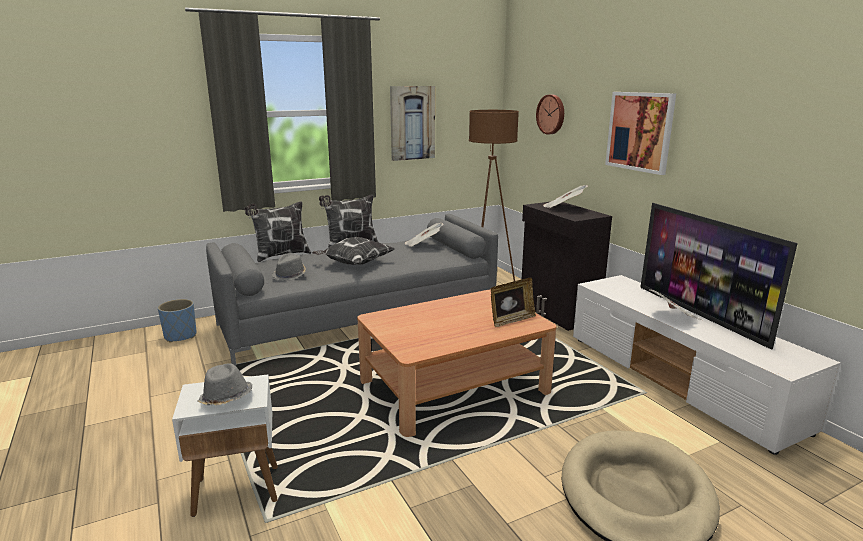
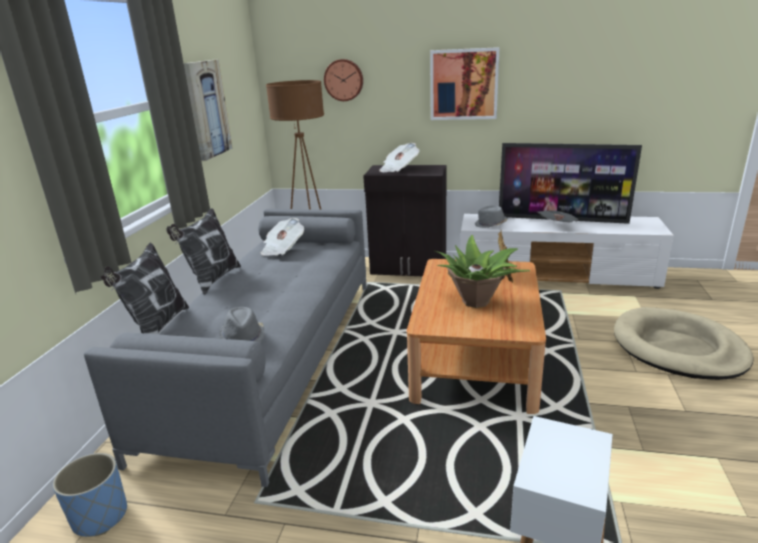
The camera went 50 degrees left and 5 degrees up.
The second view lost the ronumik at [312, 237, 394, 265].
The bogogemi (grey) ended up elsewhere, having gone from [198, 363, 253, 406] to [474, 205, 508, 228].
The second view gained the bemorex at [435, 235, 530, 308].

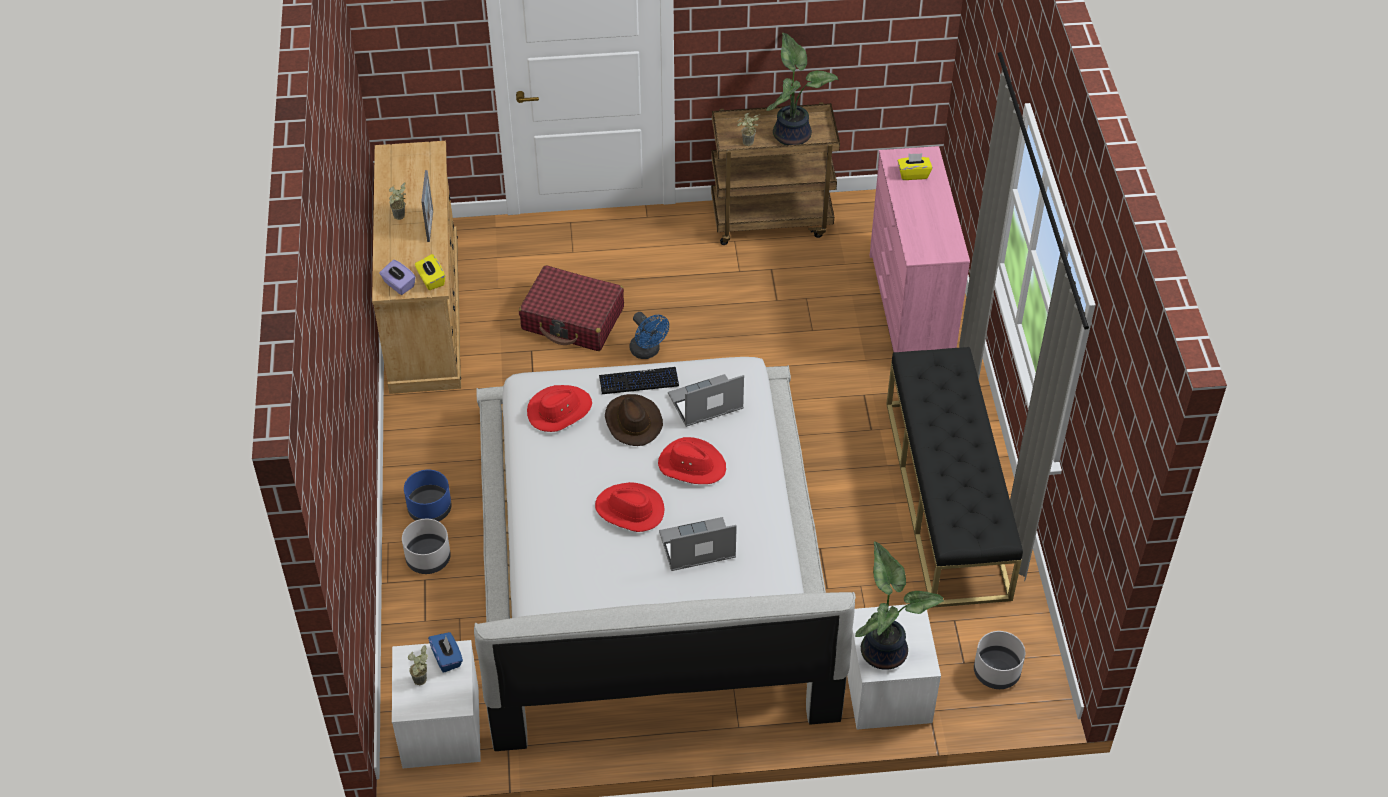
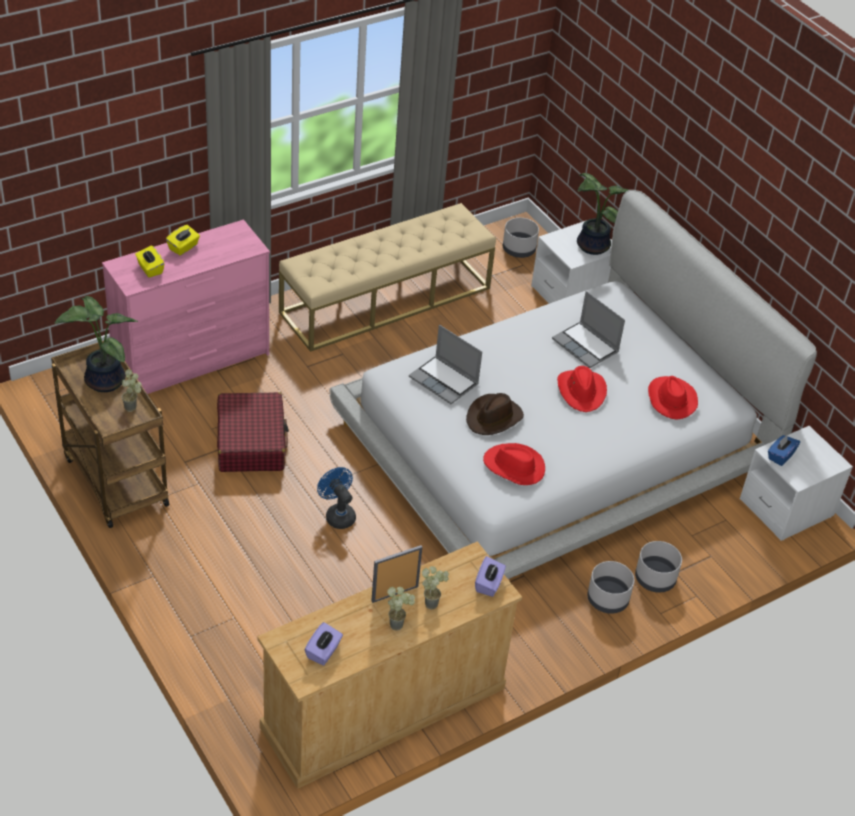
The camera went 120 degrees left and 5 degrees down.
The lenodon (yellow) ended up elsewhere, having gone from [415, 254, 445, 290] to [166, 225, 200, 255].
The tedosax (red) ended up elsewhere, having gone from [519, 265, 624, 351] to [217, 392, 289, 472].
The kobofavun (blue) at [630, 312, 669, 359] ended up facing another way, 60 degrees counterclockwise from before.
What was the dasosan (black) at [886, 347, 1023, 608] turned into the dasosan (beige) at [279, 203, 496, 352].
The second view lost the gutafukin at [599, 367, 679, 394].
The bogogemi (red) ended up elsewhere, having gone from [658, 437, 726, 484] to [648, 376, 698, 420].
What was the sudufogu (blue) at [404, 470, 452, 521] turned into the sudufogu (grey) at [587, 561, 634, 614].
The bemorex ended up elsewhere, having gone from [408, 645, 428, 685] to [422, 566, 449, 610].
The second view gained the lenodon (purple) at [304, 622, 343, 665].

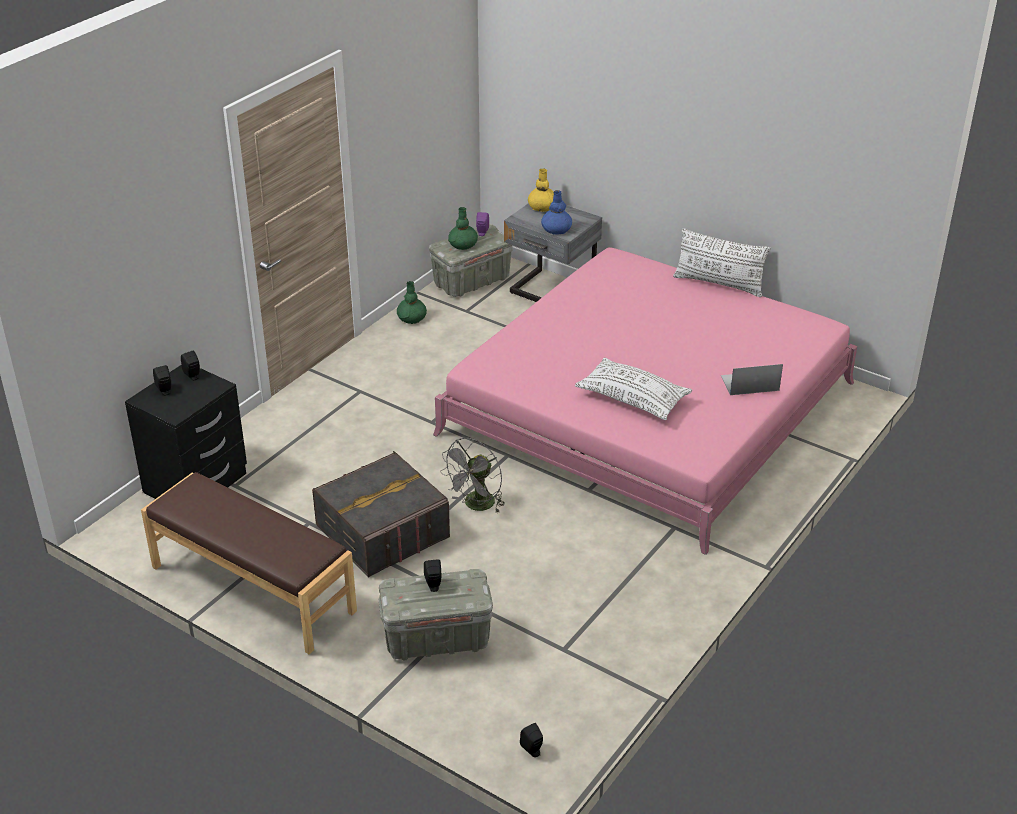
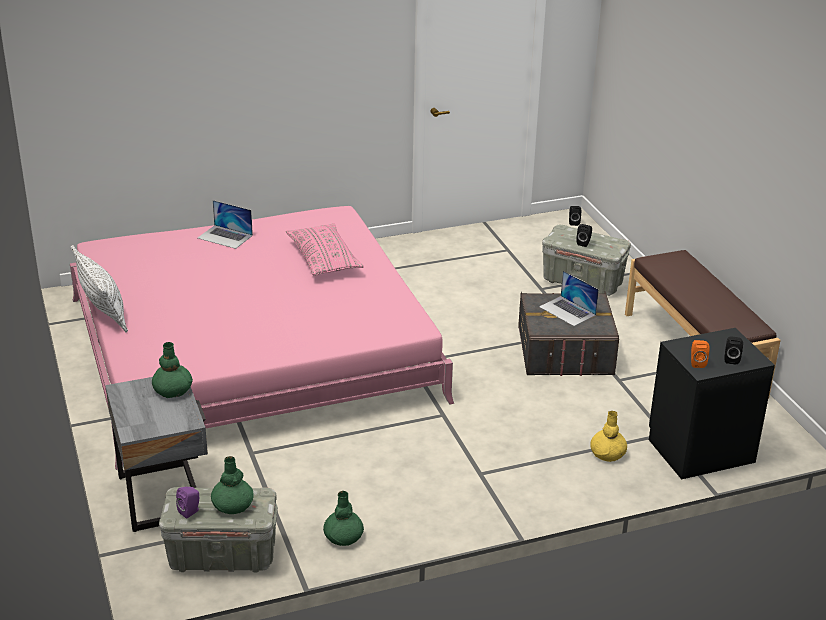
The camera went 145 degrees left and 5 degrees down.
The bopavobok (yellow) ended up elsewhere, having gone from [528, 168, 554, 212] to [590, 411, 627, 462].
What was the bopavobok (blue) at [541, 190, 572, 234] turned into the bopavobok (green) at [152, 342, 193, 398].
What was the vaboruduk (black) at [181, 351, 200, 380] turned into the vaboruduk (orange) at [691, 340, 710, 368].
What was the ronumik (white) at [575, 357, 692, 420] turned into the ronumik (pink) at [286, 223, 364, 276].
The second view lost the kobofavun (grey) at [440, 438, 505, 512].
The second view gained the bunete at [539, 271, 599, 326].

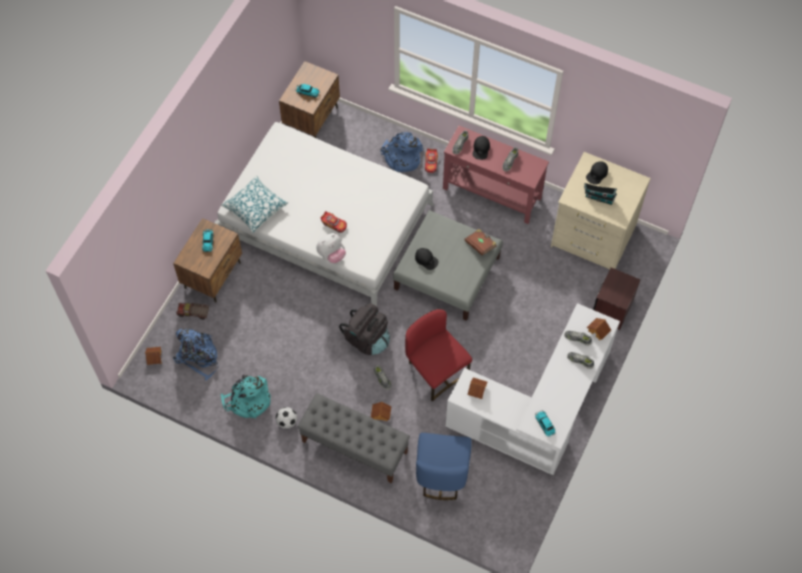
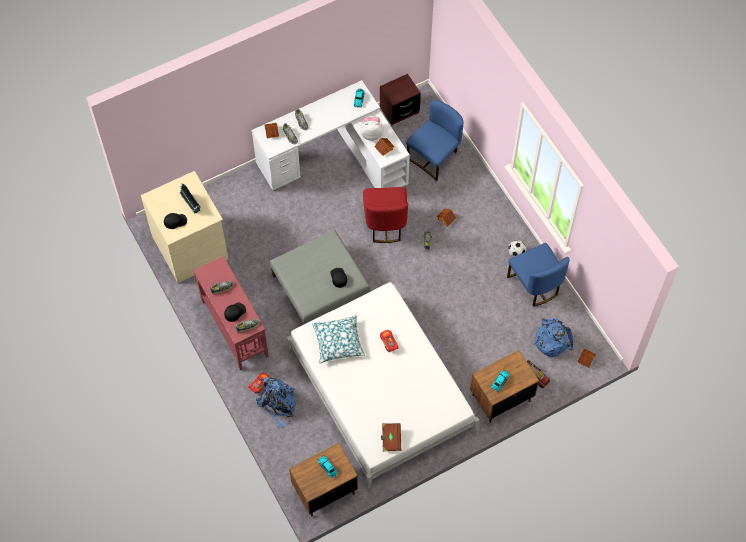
The camera went 145 degrees left and 0 degrees up.
The ronumik ended up elsewhere, having gone from [221, 175, 288, 233] to [312, 315, 365, 363].
The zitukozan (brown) ended up elsewhere, having gone from [464, 229, 497, 255] to [381, 423, 401, 451].
The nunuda ended up elsewhere, having gone from [316, 233, 346, 263] to [360, 117, 384, 141].
The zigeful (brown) ended up elsewhere, having gone from [593, 267, 640, 330] to [380, 74, 421, 125].
The second view lost the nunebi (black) at [339, 303, 390, 355].
Where the nunebi (turquoise) stood at [221, 375, 271, 419], the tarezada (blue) came to stand at [507, 243, 569, 307].
The second view lost the dasosan (grey) at [298, 393, 410, 483].

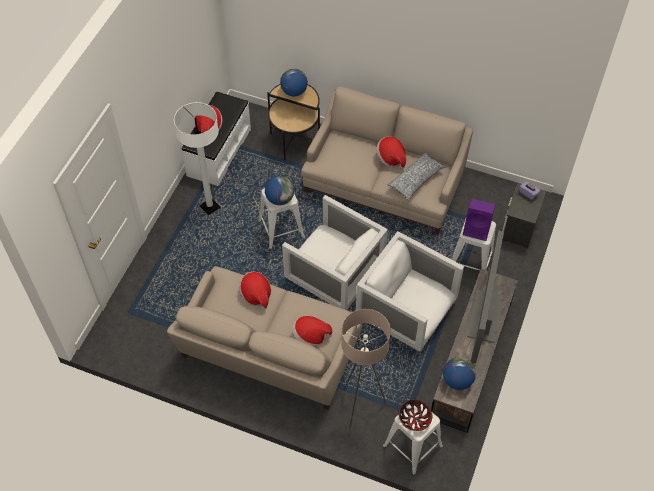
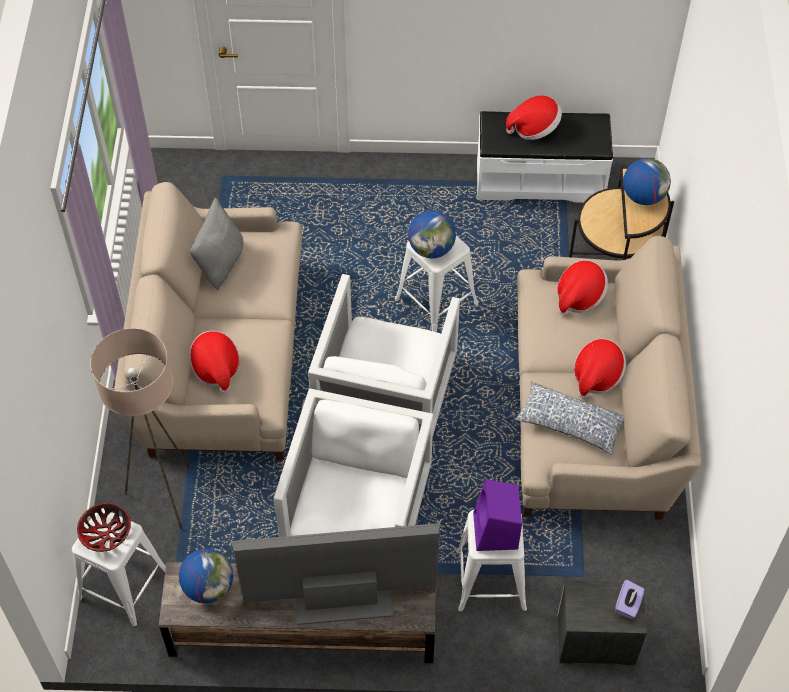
The camera went 70 degrees right and 0 degrees up.
The second view lost the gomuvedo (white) at [174, 102, 220, 215].
The bogogemi ended up elsewhere, having gone from [239, 272, 271, 309] to [557, 260, 608, 316].
The second view gained the ronumik (grey) at [190, 197, 243, 291].

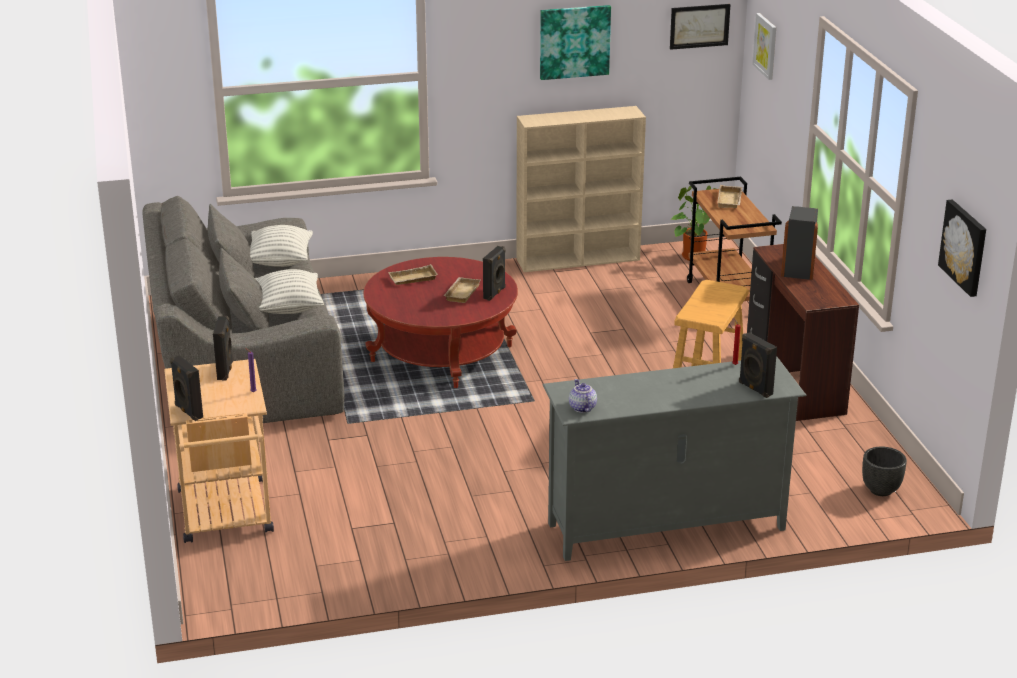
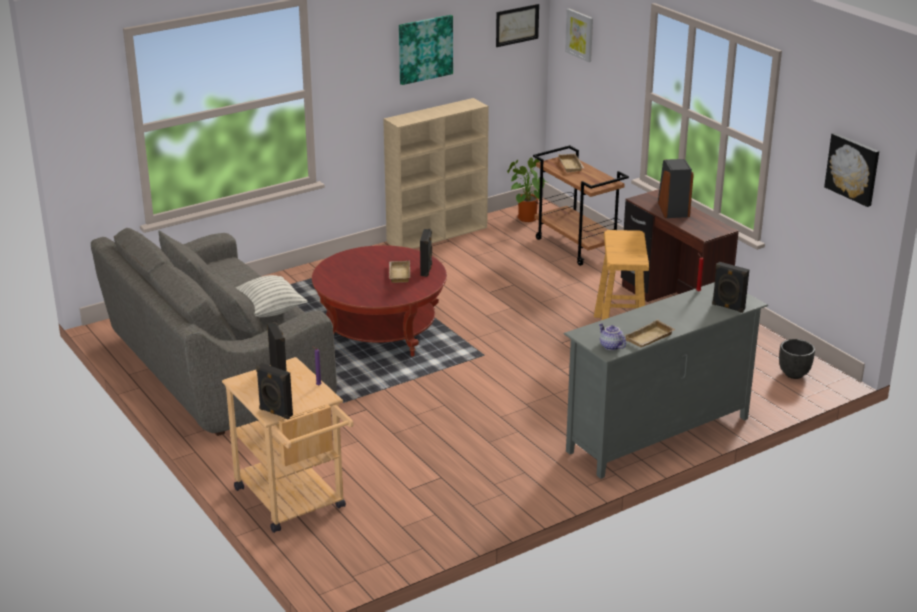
The camera went 20 degrees left and 0 degrees up.
The second view lost the ronumik at [250, 225, 313, 267].
The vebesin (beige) ended up elsewhere, having gone from [388, 264, 438, 285] to [624, 319, 675, 347].

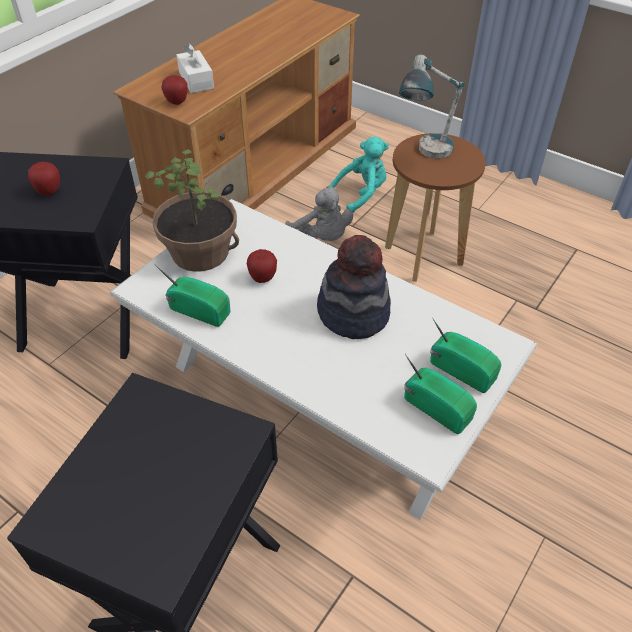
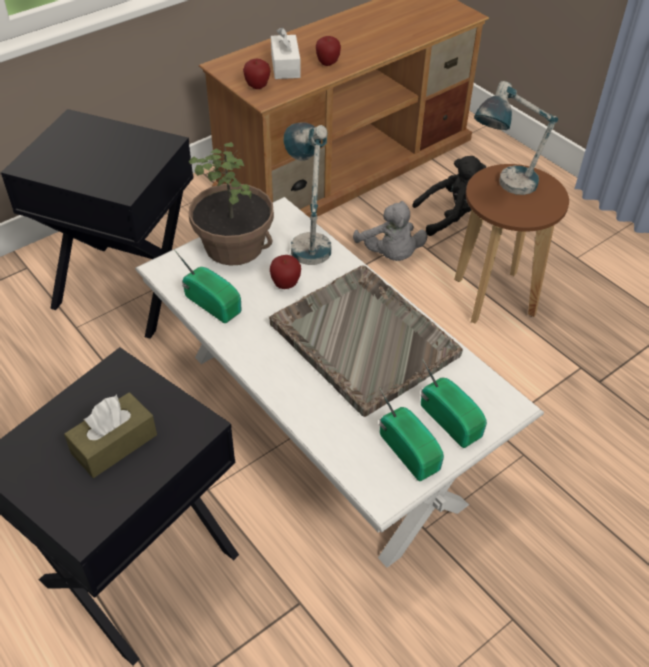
The camera went 15 degrees right and 0 degrees up.
What was the nunuda (turquoise) at [329, 136, 389, 213] turned into the nunuda (black) at [412, 156, 486, 236].
The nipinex ended up elsewhere, having gone from [28, 162, 60, 196] to [316, 36, 341, 66].
Where the bogogemi stood at [317, 235, 391, 339], the vebesin (grey) came to stand at [269, 265, 463, 417].
The second view gained the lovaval at [284, 122, 331, 265].
The second view gained the lenodon (brown) at [64, 392, 157, 478].

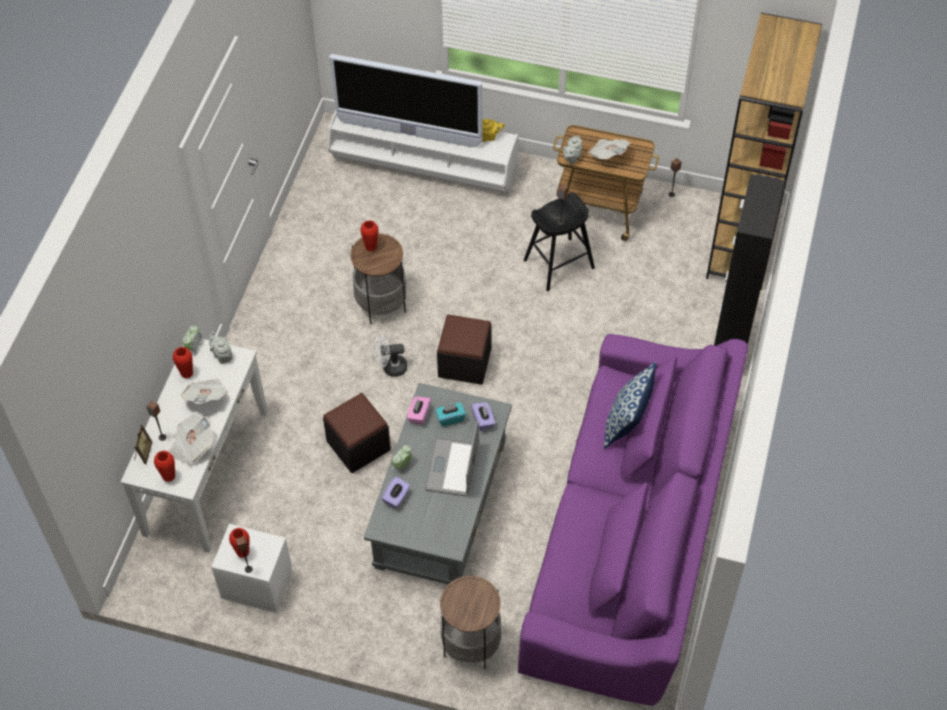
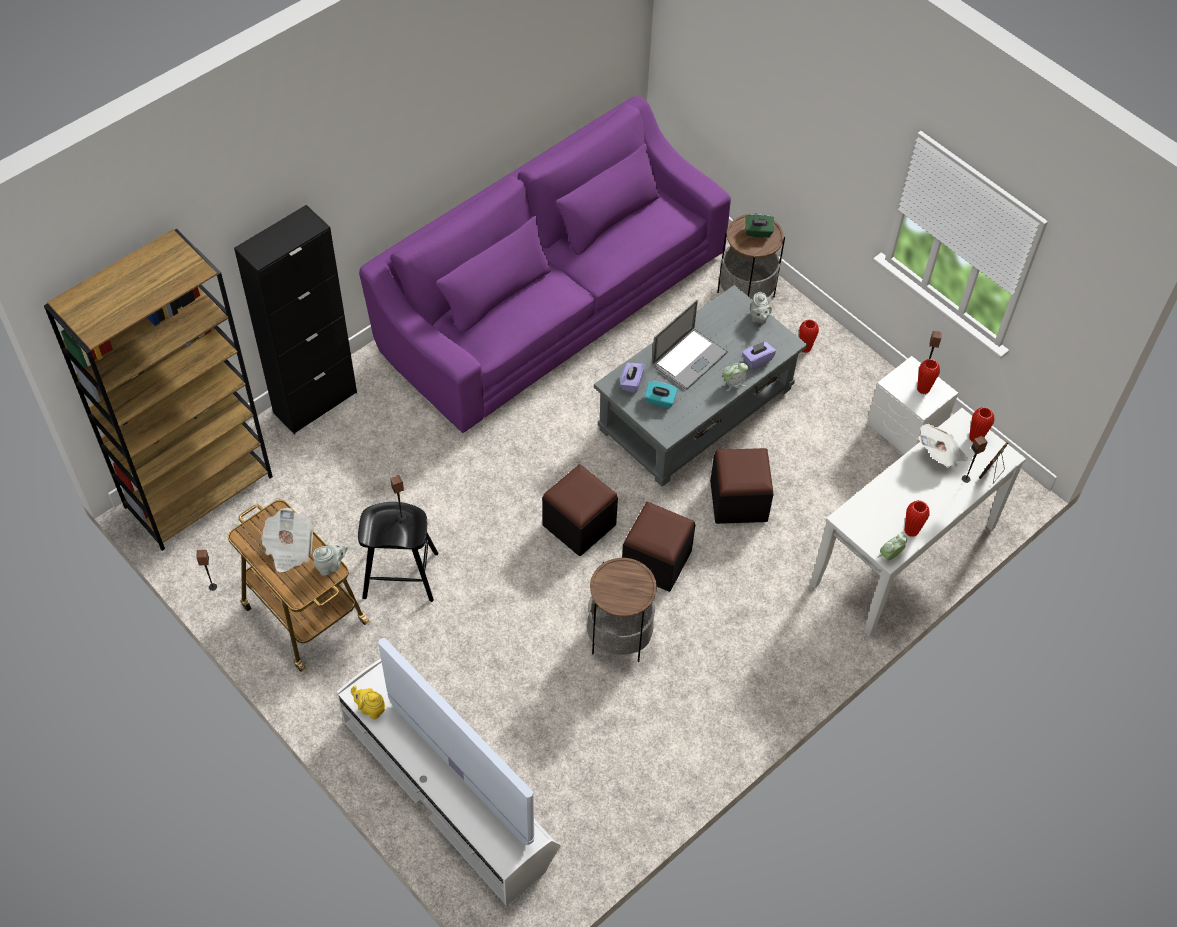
The camera went 150 degrees left and 0 degrees up.
The bopavobok (red) ended up elsewhere, having gone from [360, 220, 379, 252] to [799, 319, 819, 353].
The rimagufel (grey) ended up elsewhere, having gone from [209, 331, 233, 364] to [750, 292, 772, 324].
Where the kobofavun (white) stood at [374, 335, 407, 377], the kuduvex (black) came to stand at [622, 502, 695, 592].
The second view lost the ronumik at [604, 362, 656, 449].
The second view lost the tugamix at [181, 378, 227, 404].
The second view lost the lenodon (pink) at [407, 396, 431, 425].
The second view gained the lenodon (green) at [745, 214, 774, 238].

